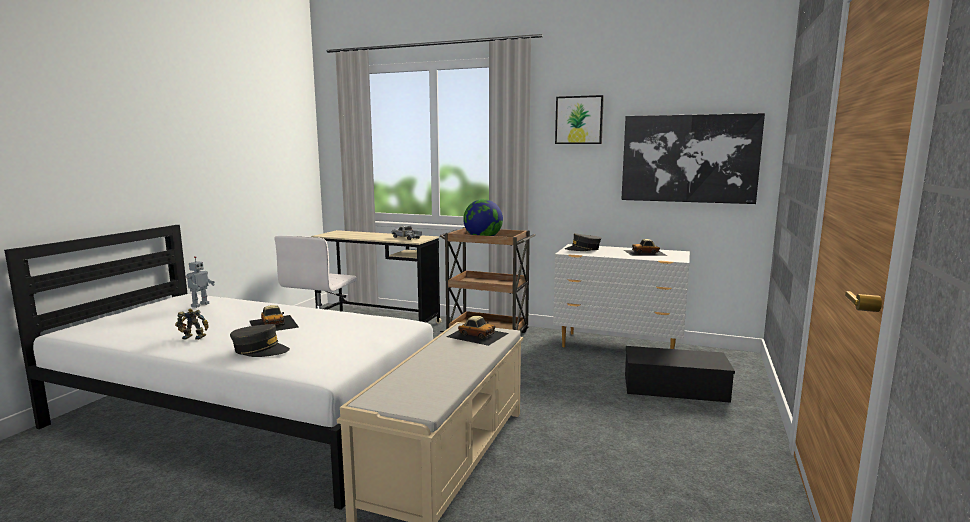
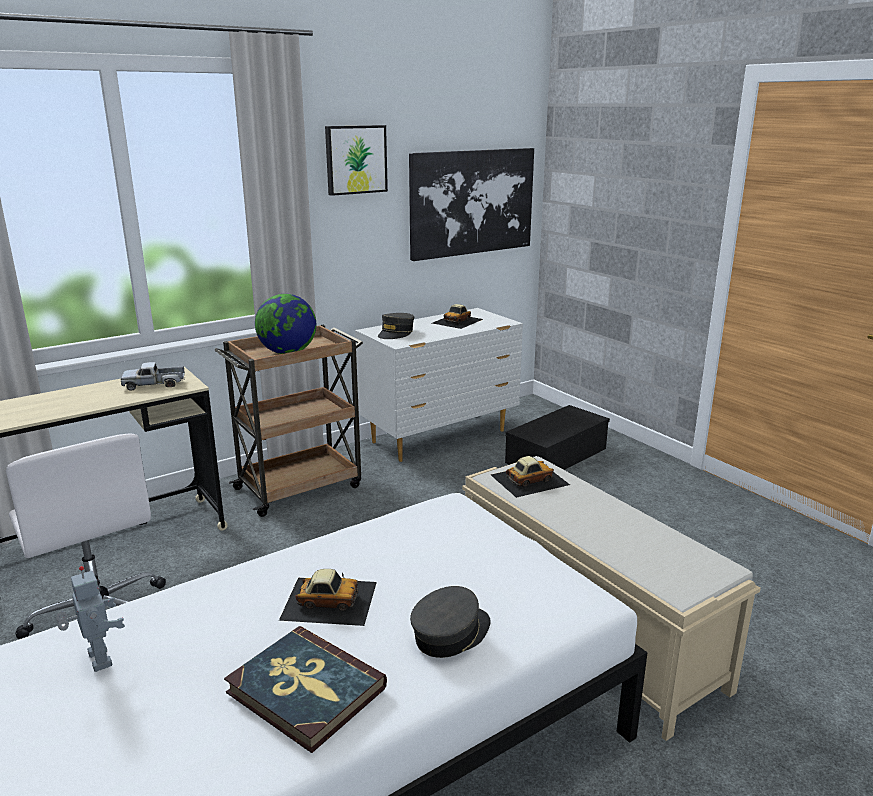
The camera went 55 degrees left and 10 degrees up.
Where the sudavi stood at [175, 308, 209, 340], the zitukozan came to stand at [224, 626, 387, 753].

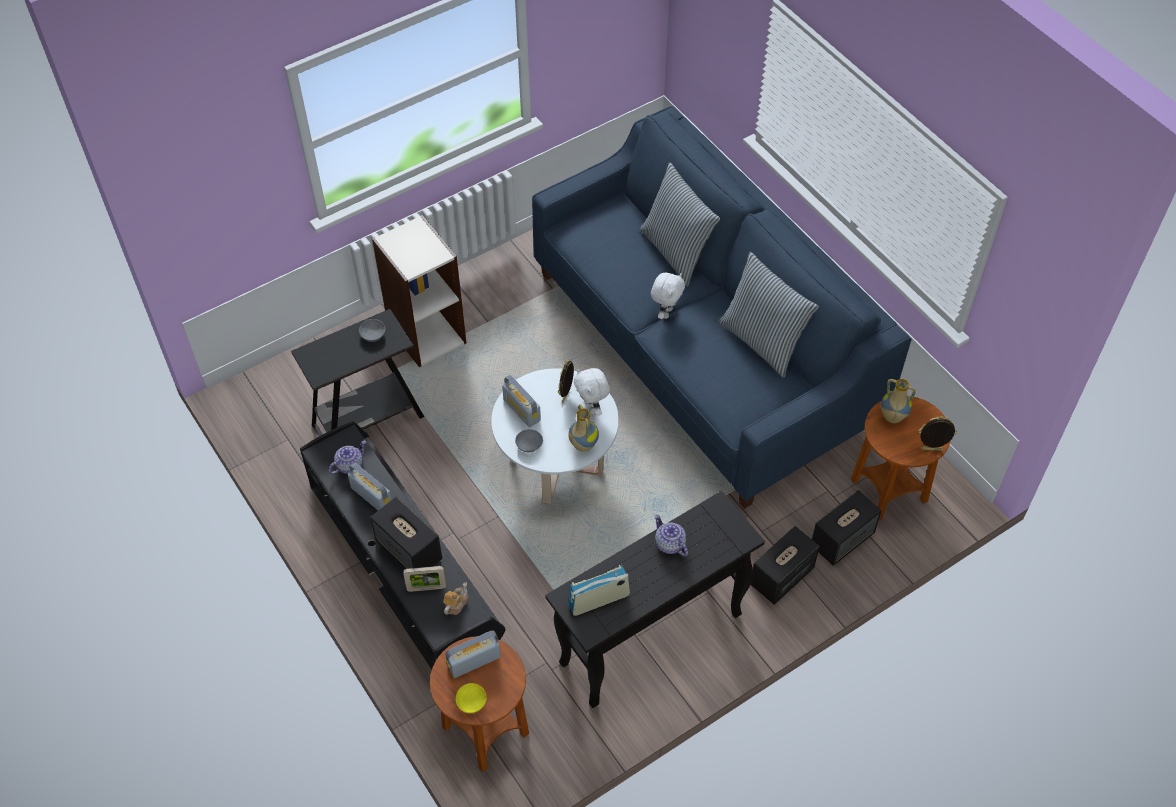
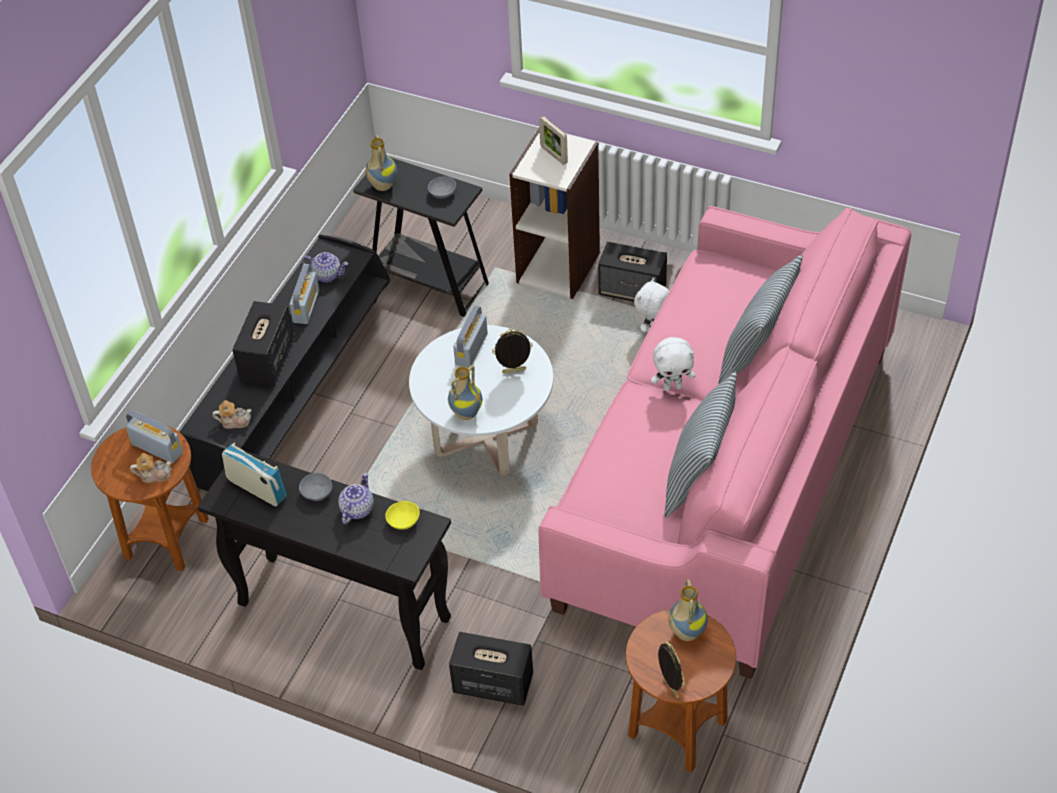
The camera went 60 degrees right and 5 degrees down.
What was the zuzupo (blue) at [532, 106, 912, 509] turned into the zuzupo (pink) at [538, 206, 912, 679].
The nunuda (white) ended up elsewhere, having gone from [574, 368, 610, 416] to [634, 278, 669, 332].
The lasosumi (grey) ended up elsewhere, having gone from [515, 429, 543, 452] to [299, 473, 332, 501].
The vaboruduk ended up elsewhere, having gone from [812, 490, 881, 566] to [598, 242, 667, 302].
The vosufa ended up elsewhere, having gone from [403, 566, 446, 592] to [539, 116, 568, 165].
The lasosumi (yellow) ended up elsewhere, having gone from [456, 683, 487, 713] to [385, 501, 420, 530].
The second view gained the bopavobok at [365, 135, 397, 191].
The second view gained the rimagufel at [130, 453, 172, 483].

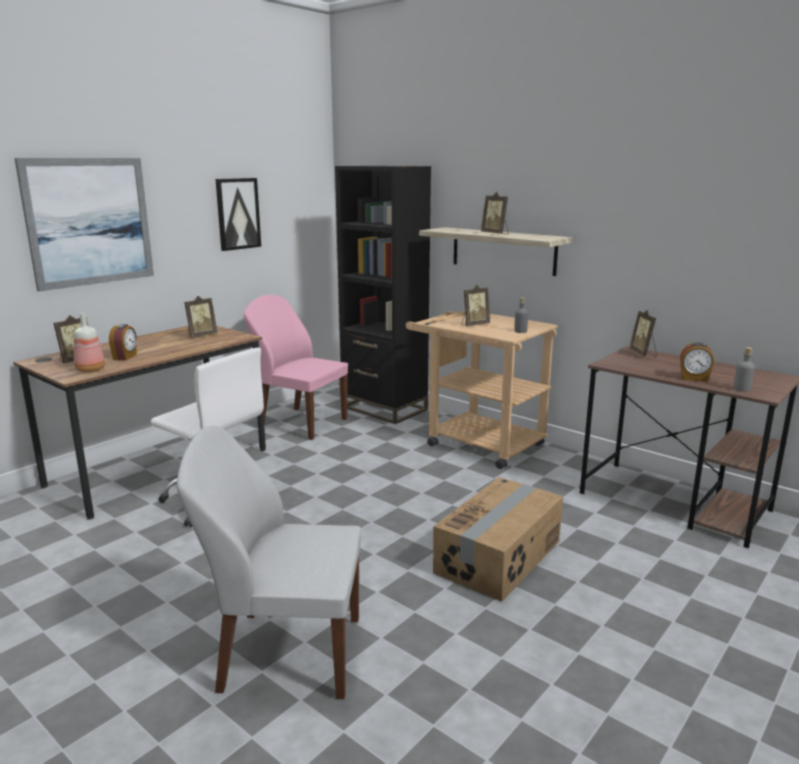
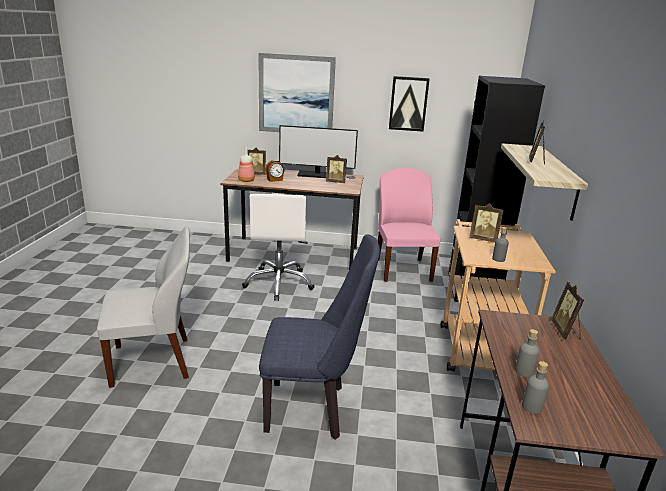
The camera went 55 degrees right and 5 degrees up.
The vosufa at [629, 310, 657, 357] ended up facing another way, 45 degrees counterclockwise from before.
Where the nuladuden stood at [680, 342, 715, 382], the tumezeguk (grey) came to stand at [515, 329, 539, 377].
The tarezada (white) at [177, 426, 361, 699] ended up facing another way, 105 degrees clockwise from before.
Where the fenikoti stood at [433, 477, 563, 602], the tarezada (blue) came to stand at [259, 234, 380, 440].
The second view gained the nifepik at [279, 125, 358, 178].

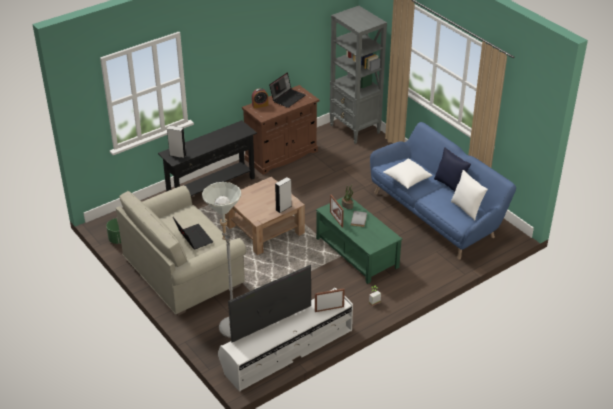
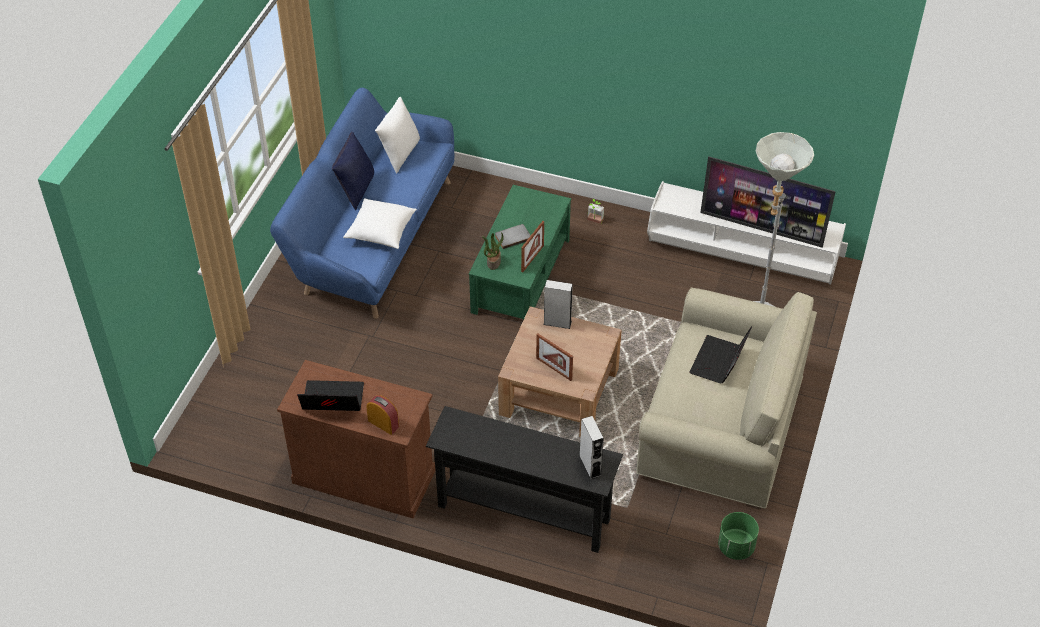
The camera went 125 degrees left and 10 degrees up.
The second view lost the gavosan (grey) at [329, 6, 387, 144].
The vosufa ended up elsewhere, having gone from [315, 289, 345, 312] to [536, 333, 573, 381].

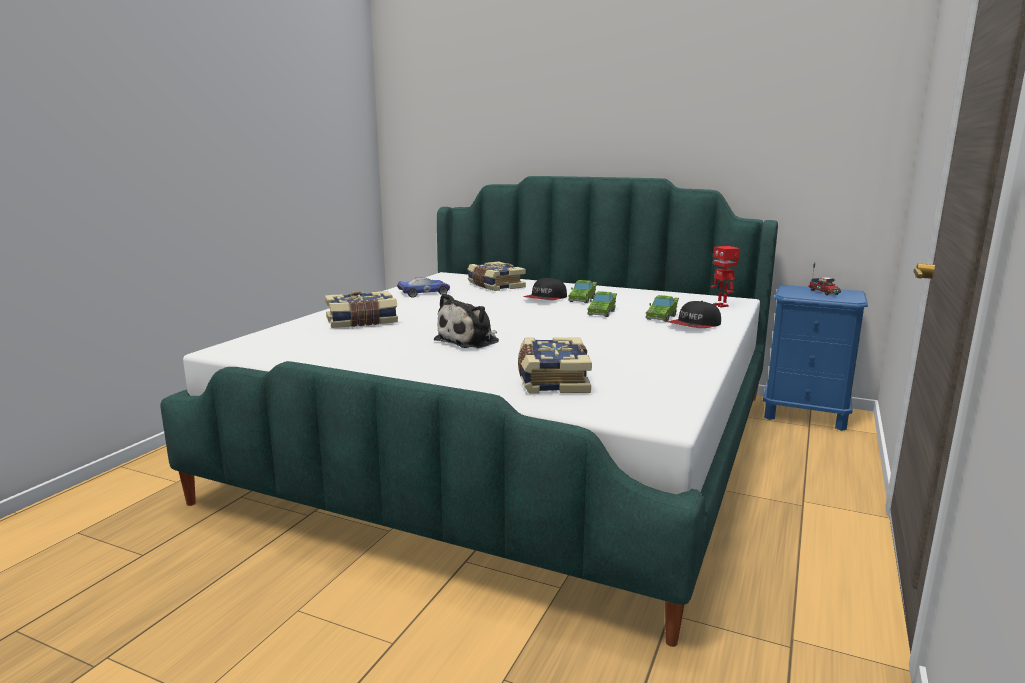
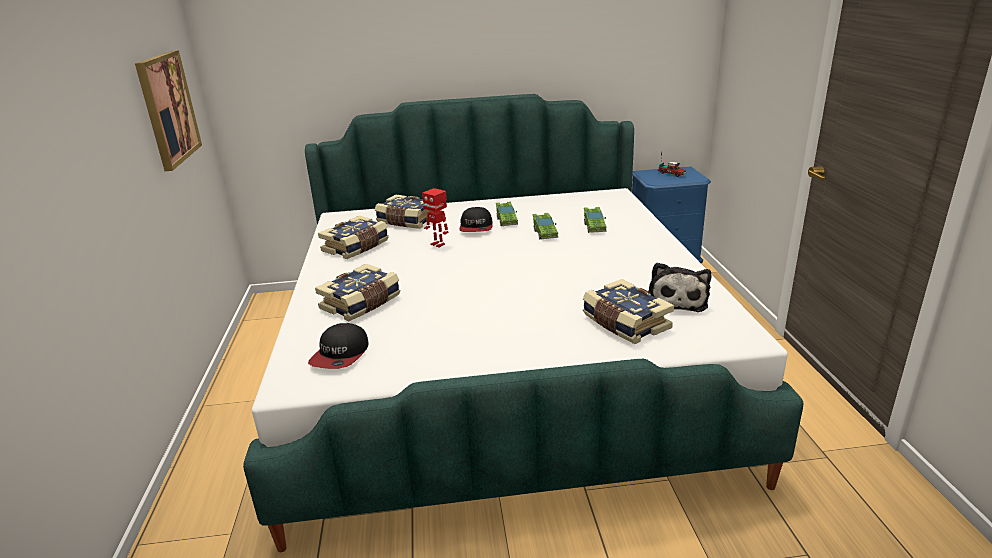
The camera went 30 degrees left and 10 degrees up.
The sudavi ended up elsewhere, having gone from [710, 246, 740, 308] to [422, 188, 449, 248].
Where the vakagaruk stood at [397, 277, 450, 298], the zitukozan came to stand at [318, 216, 389, 259].
The nunuda ended up elsewhere, having gone from [434, 293, 499, 348] to [649, 262, 711, 312].
The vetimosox ended up elsewhere, having gone from [668, 301, 721, 328] to [308, 323, 369, 369].
The second view gained the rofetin at [135, 50, 202, 171].

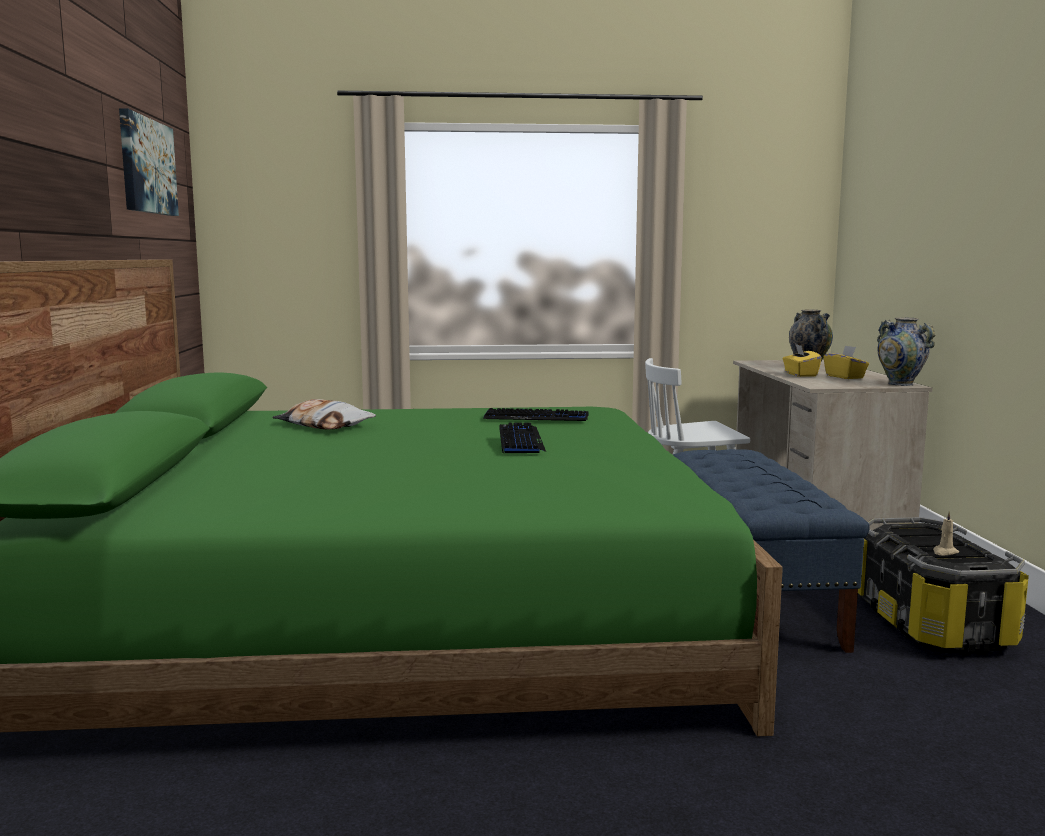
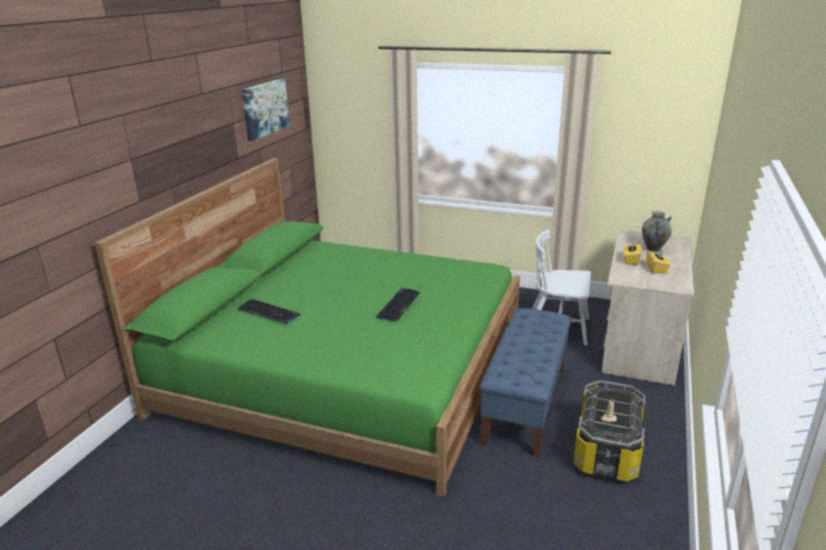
The camera went 25 degrees right and 15 degrees up.
The second view lost the bopavobok at [877, 317, 935, 386].
The second view lost the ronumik at [272, 399, 376, 430].
The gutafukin ended up elsewhere, having gone from [483, 408, 588, 421] to [237, 299, 300, 324].

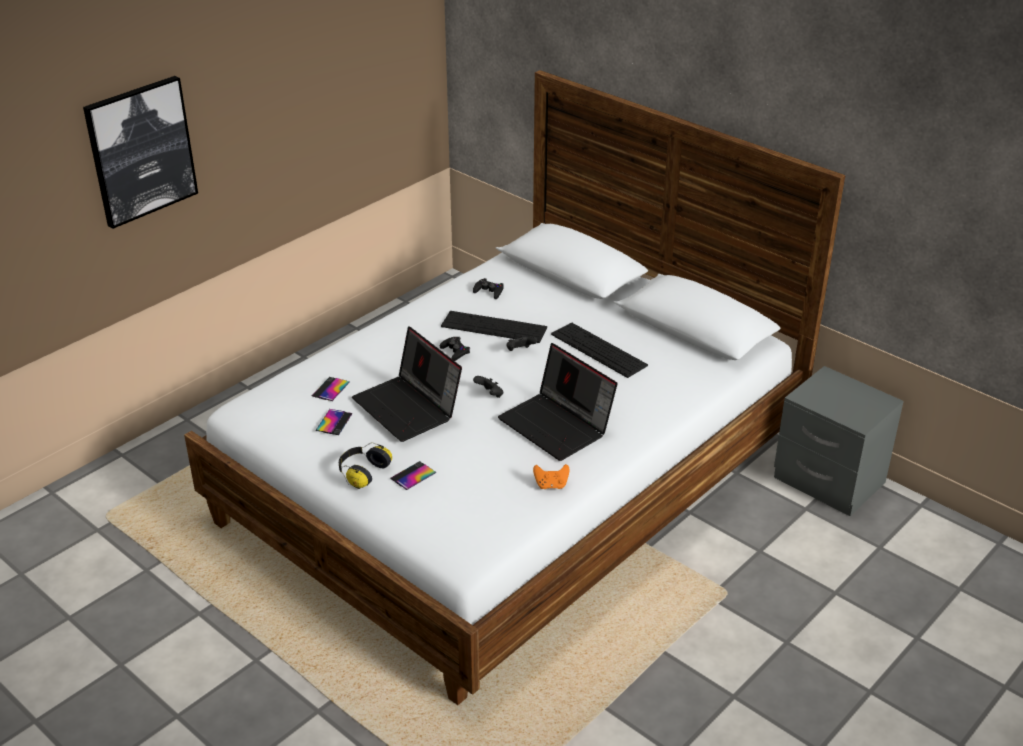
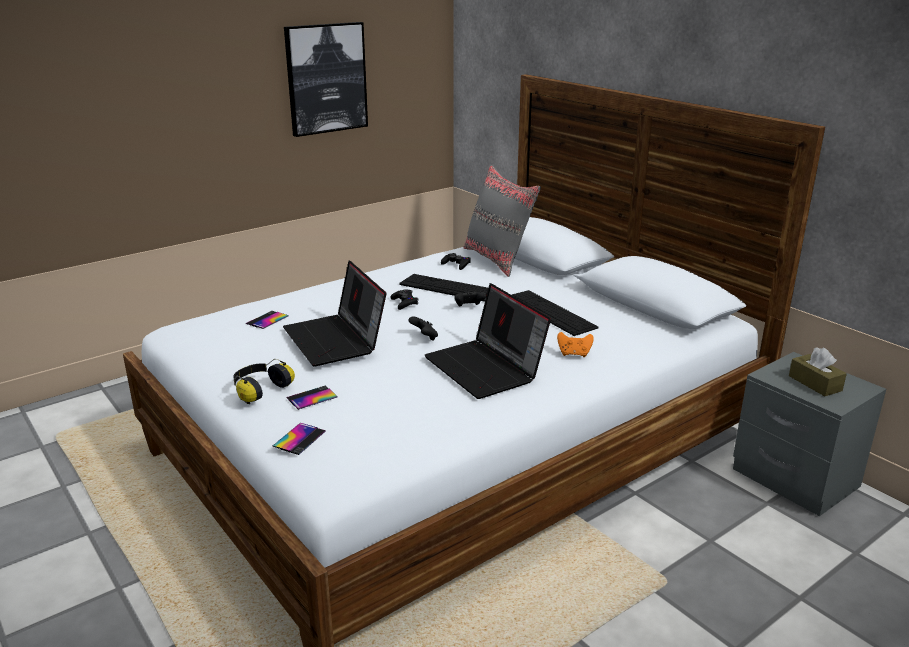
The camera went 10 degrees right and 10 degrees down.
The rofetin ended up elsewhere, having gone from [83, 76, 198, 229] to [284, 22, 368, 137].
The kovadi ended up elsewhere, having gone from [316, 409, 353, 435] to [273, 423, 326, 455].
The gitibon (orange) ended up elsewhere, having gone from [533, 464, 569, 489] to [557, 332, 594, 357].
The second view gained the ronumik (grey) at [464, 165, 541, 277].
The second view gained the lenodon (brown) at [789, 347, 847, 396].

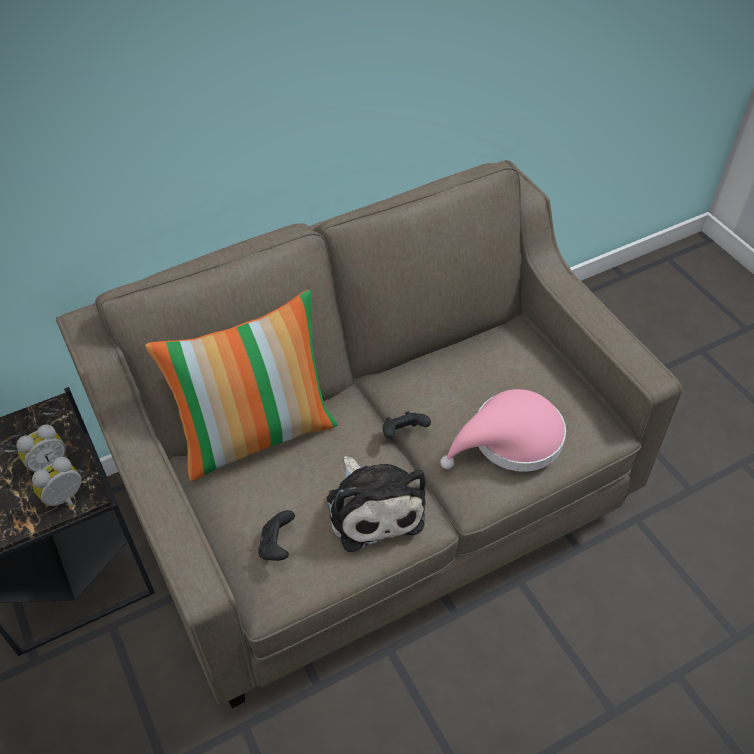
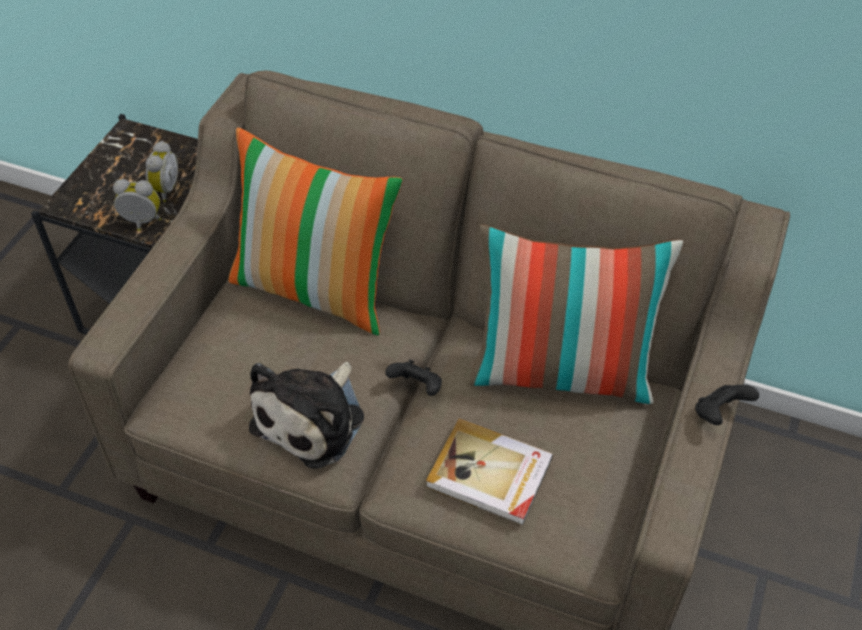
The camera went 50 degrees right and 0 degrees up.
Where the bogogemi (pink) stood at [440, 389, 566, 472], the zitukozan came to stand at [426, 419, 553, 525].
The nuladuden at [16, 424, 68, 473] ended up facing another way, 90 degrees counterclockwise from before.
The gitibon (black) ended up elsewhere, having gone from [258, 510, 295, 561] to [695, 385, 759, 425].
The second view gained the ronumik at [470, 224, 683, 404].

